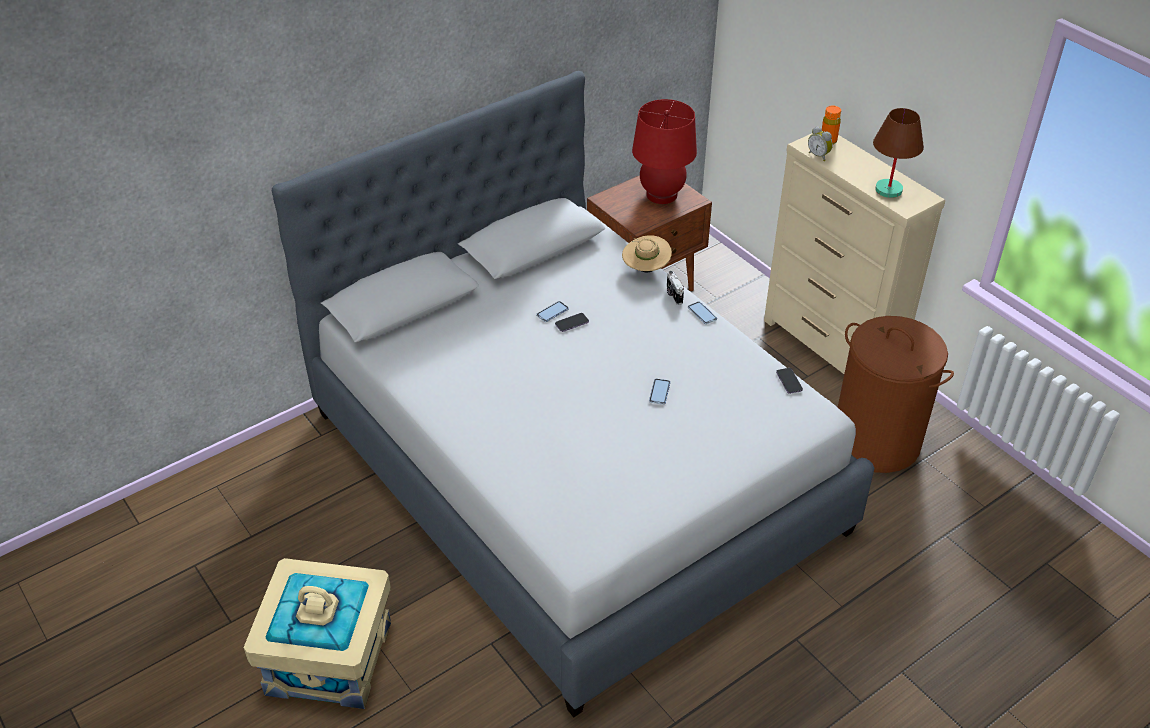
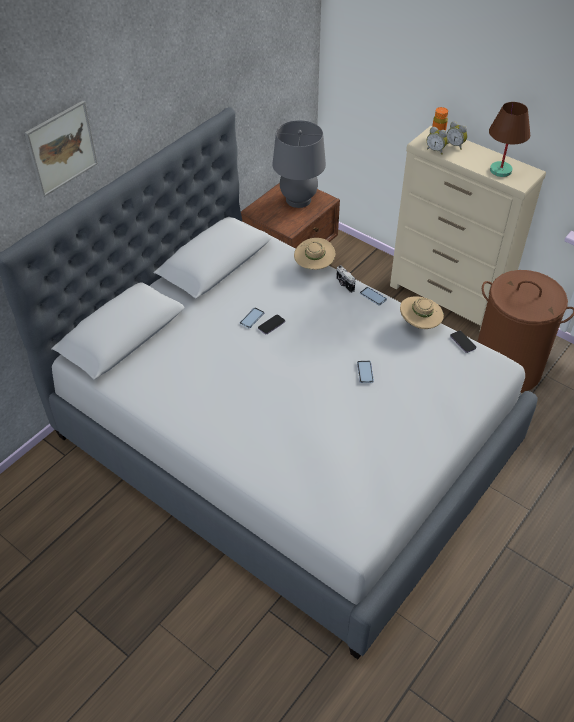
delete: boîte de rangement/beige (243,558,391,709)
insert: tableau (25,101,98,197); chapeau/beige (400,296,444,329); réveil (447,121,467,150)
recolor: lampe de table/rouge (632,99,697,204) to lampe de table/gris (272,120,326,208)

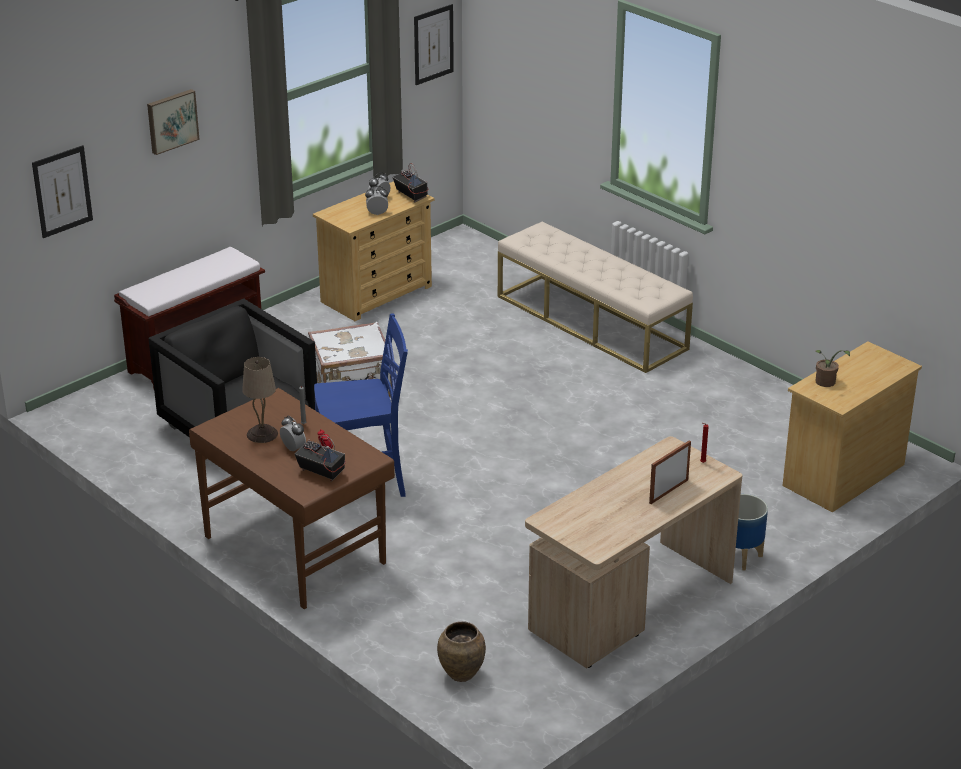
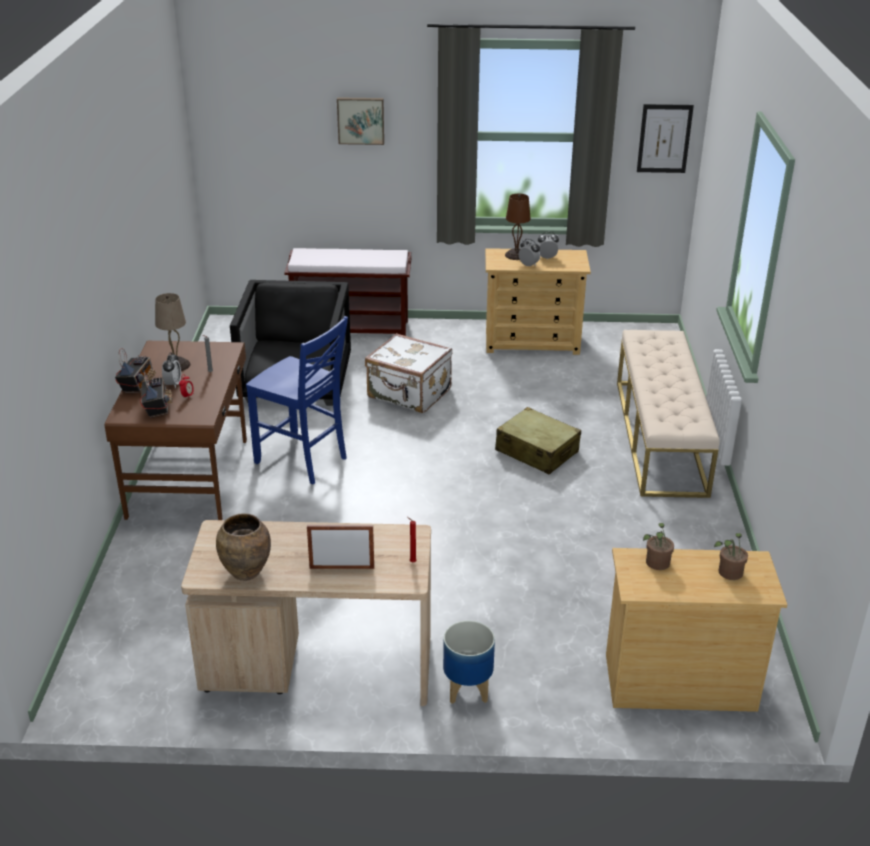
delete: tableau (32,145,93,238)
insert: valise/beige (495,407,581,474); lampe de table/marron (505,194,531,260); plante en pot (714,533,748,580)
move: radio (392,163,428,202) to (115,348,156,393); vase/marron (437,621,486,682) to (216,513,271,581)

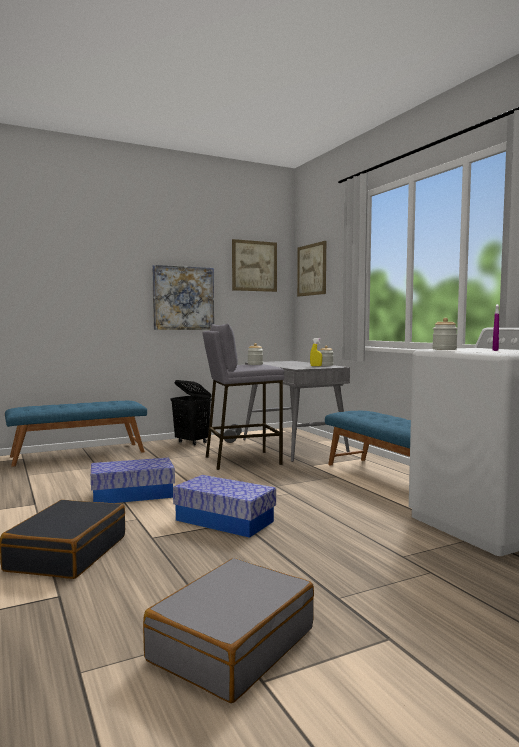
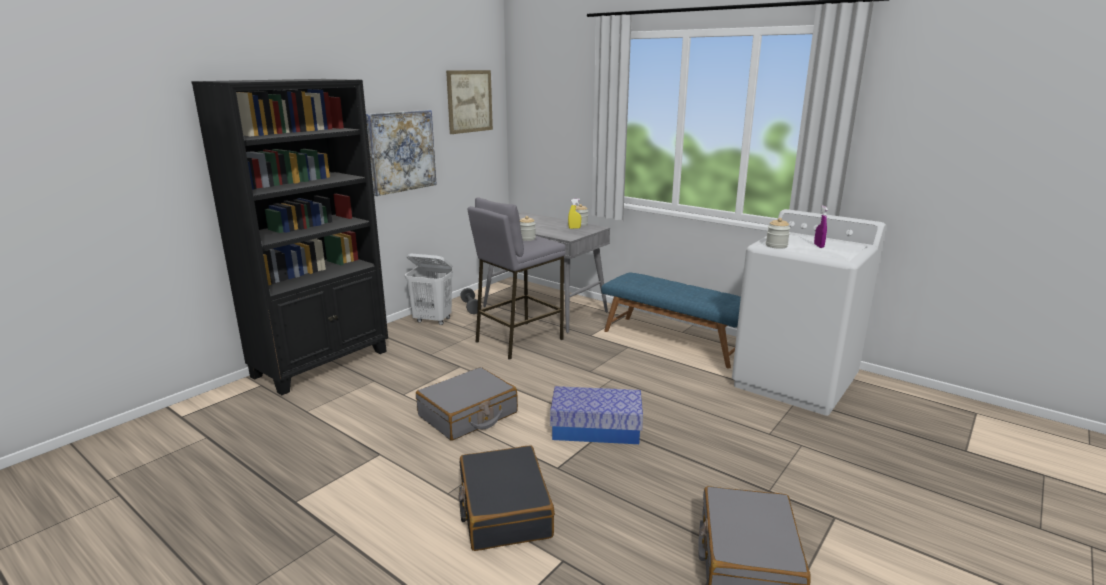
delete: tableau (297,241,326,297)
replace: banc/bleu (5,401,147,467) to bibliothèque/noir (191,79,388,395); boîte de rangement (91,457,175,503) to valise/gris (416,367,518,440)
recolor: panier à linge/noir (171,380,212,446) to panier à linge/blanc (405,254,453,325)

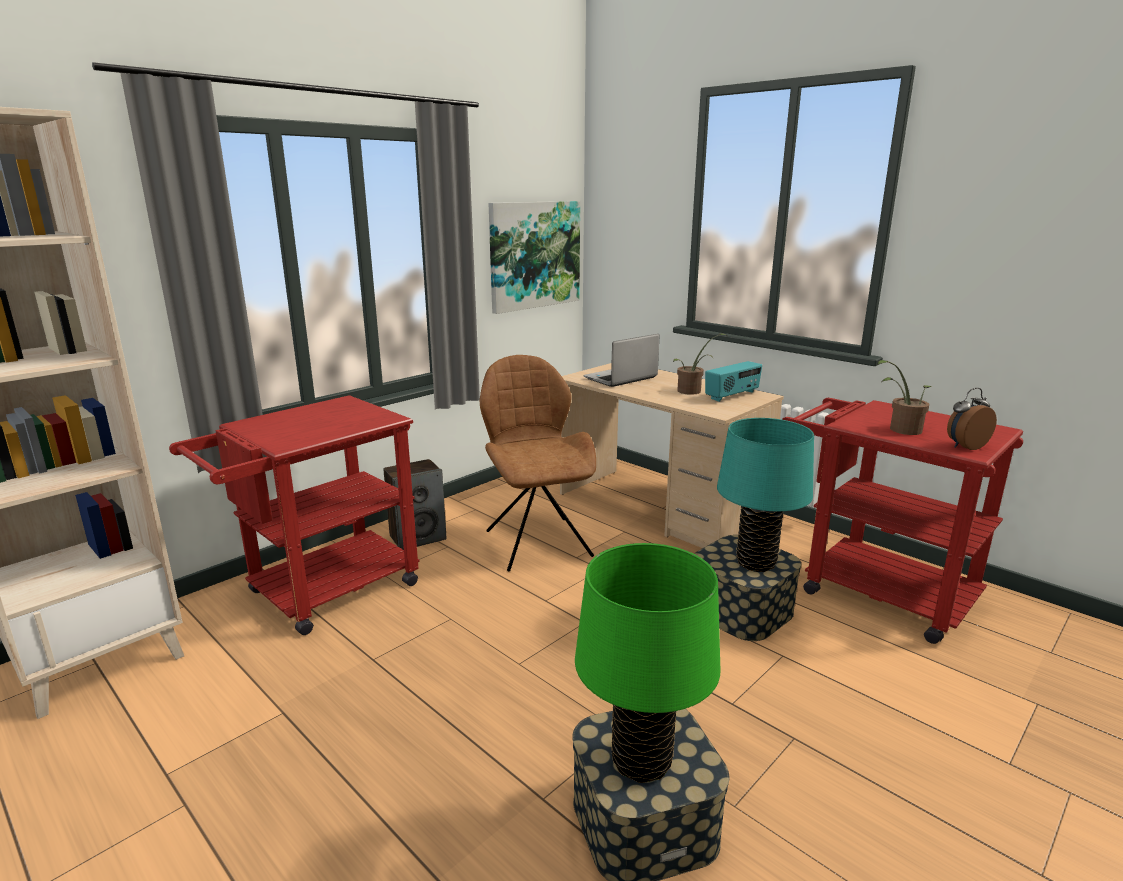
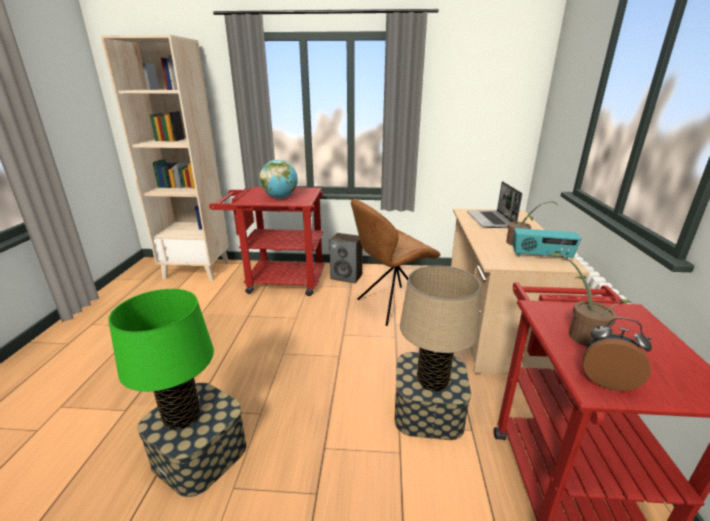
delete: tableau (489,201,580,314)
insert: globe (259,160,298,198)
recolor: lampe de table/turquoise (717,418,814,572) to lampe de table/beige (400,266,481,392)
rotate: chaise/marron (480,355,596,571) = (351,199,440,326) 150 degrees counterclockwise; ordinateur portable (583,334,659,387) = (467,181,522,228) 105 degrees counterclockwise

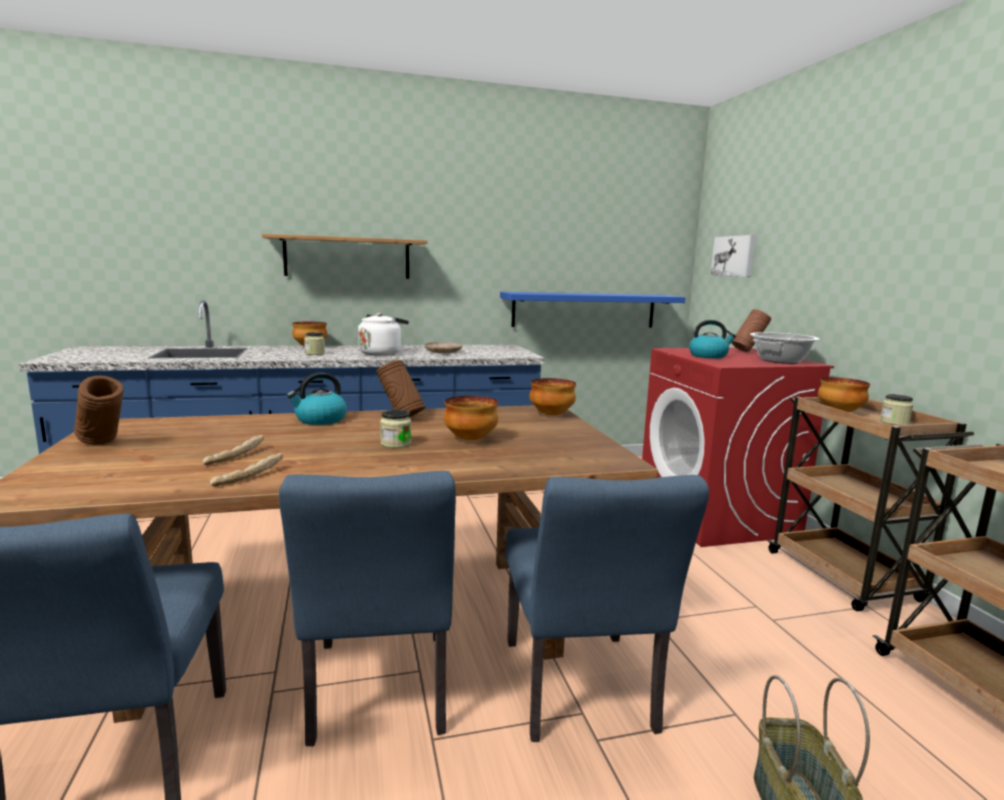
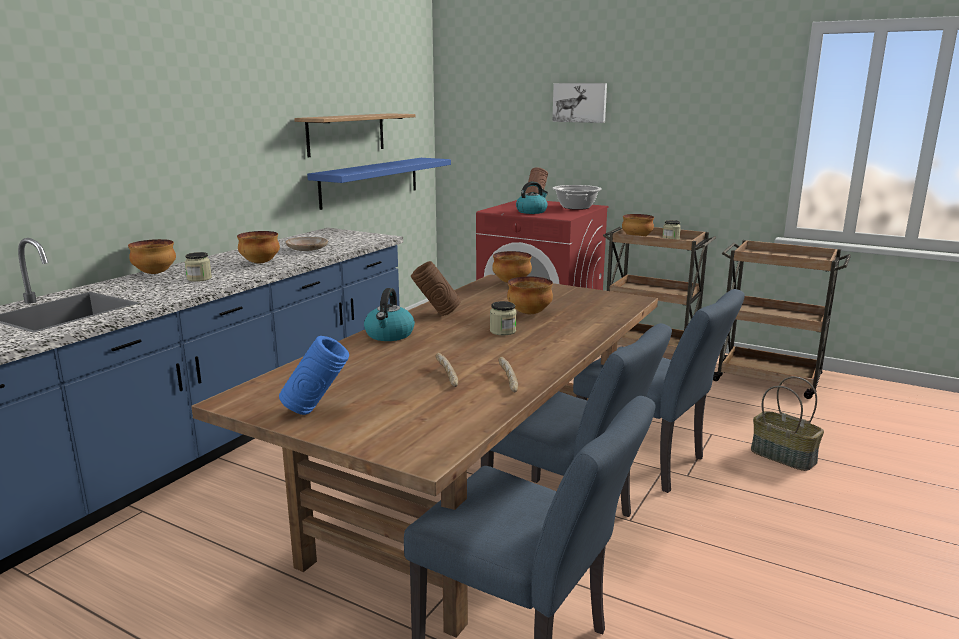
move: étagère (262,234,428,279) to (294,113,416,157); tableau (710,235,756,277) to (552,83,607,123)
replace: bouilloire/blanc (358,313,409,356) to bol (237,231,280,263)
recolor: vase/marron (74,376,124,445) to vase/bleu (279,336,349,415)

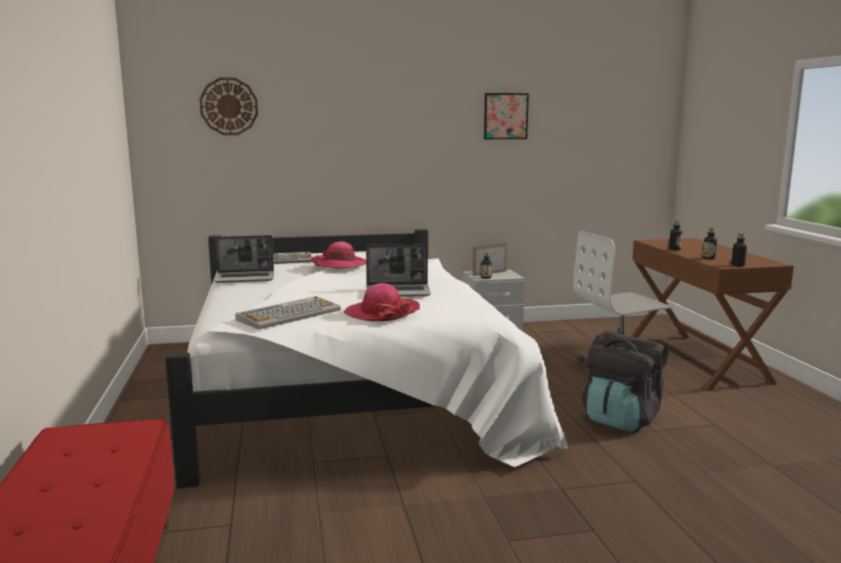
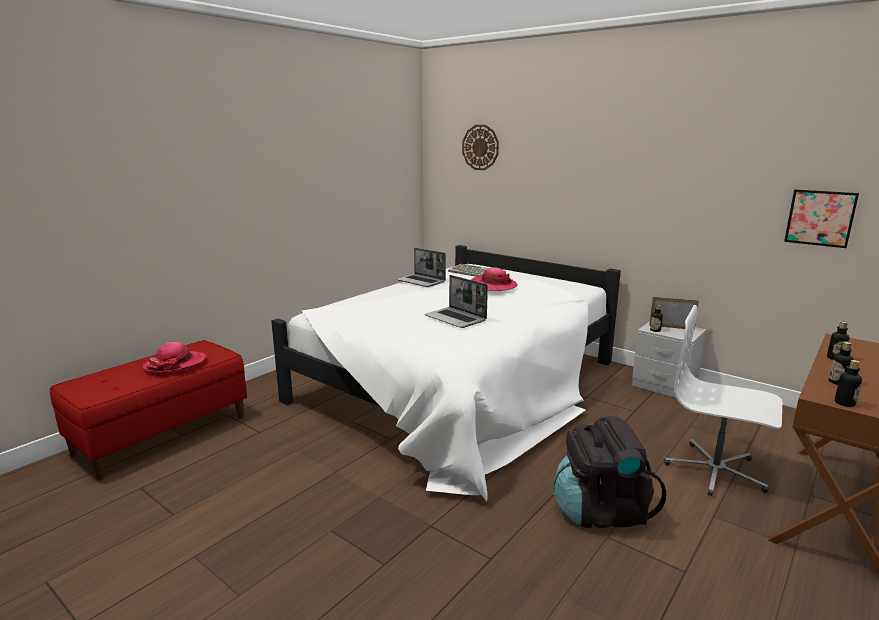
delete: clavier (235,296,341,330)
move: chapeau (344,283,420,321) to (143,342,207,373); tableau (484,93,529,139) to (784,189,859,248)

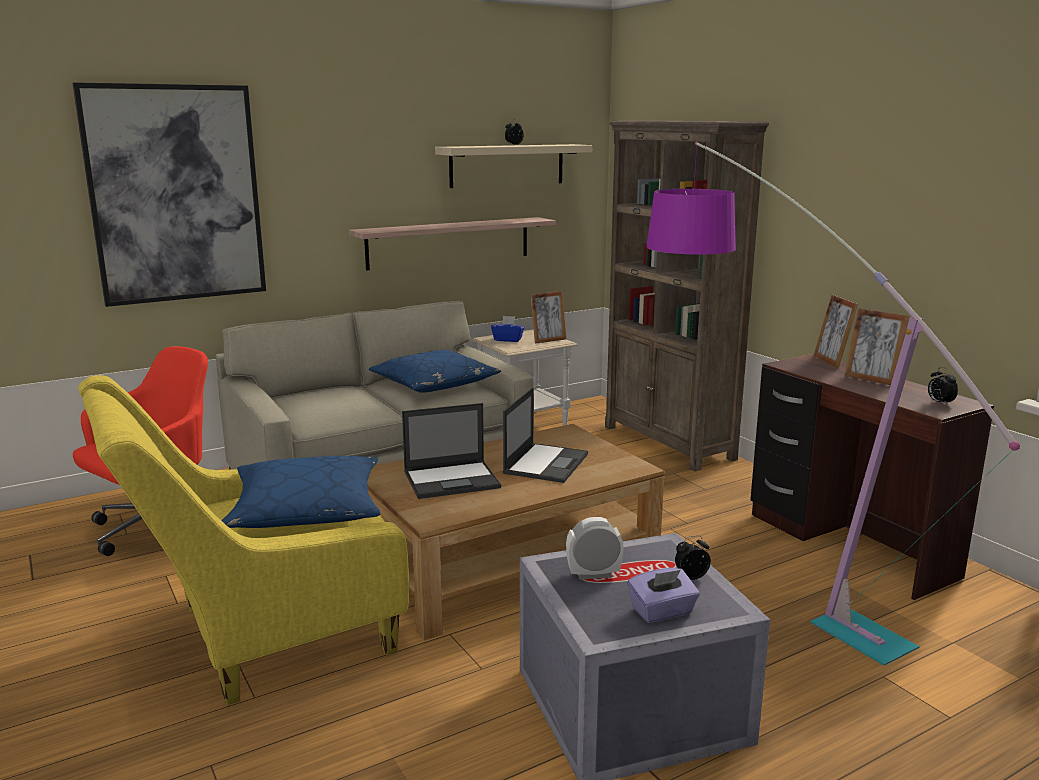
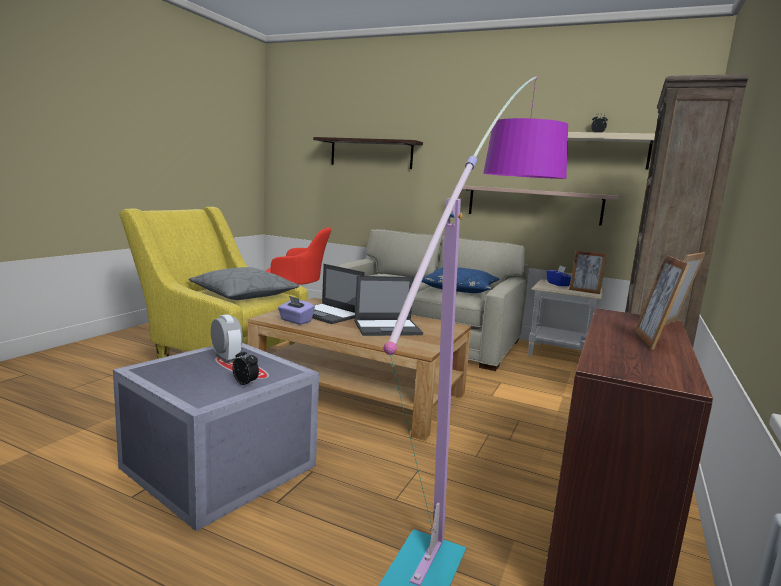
delete: réveil (928,367,958,406)
move: boîte à mouchoirs/violet (628,568,700,623) to (278,296,315,325)
replace: tableau (72,82,266,307) to étagère (313,137,423,169)
recolor: coussin/bleu (221,456,380,528) to coussin/gris (189,267,299,300)

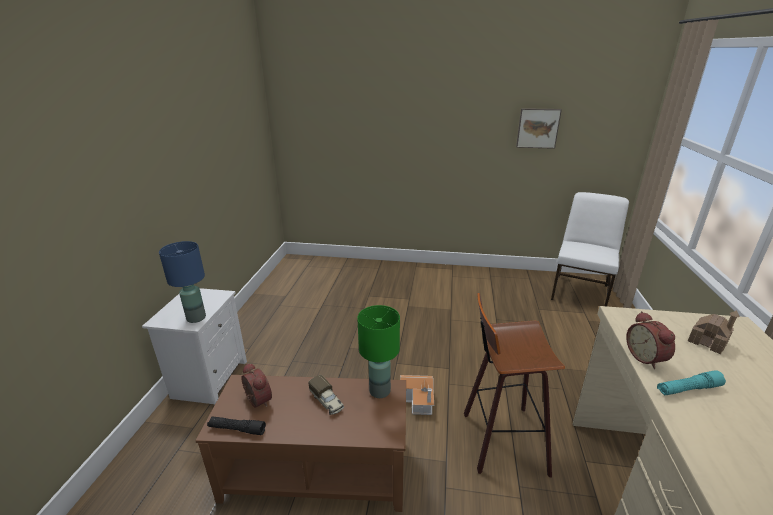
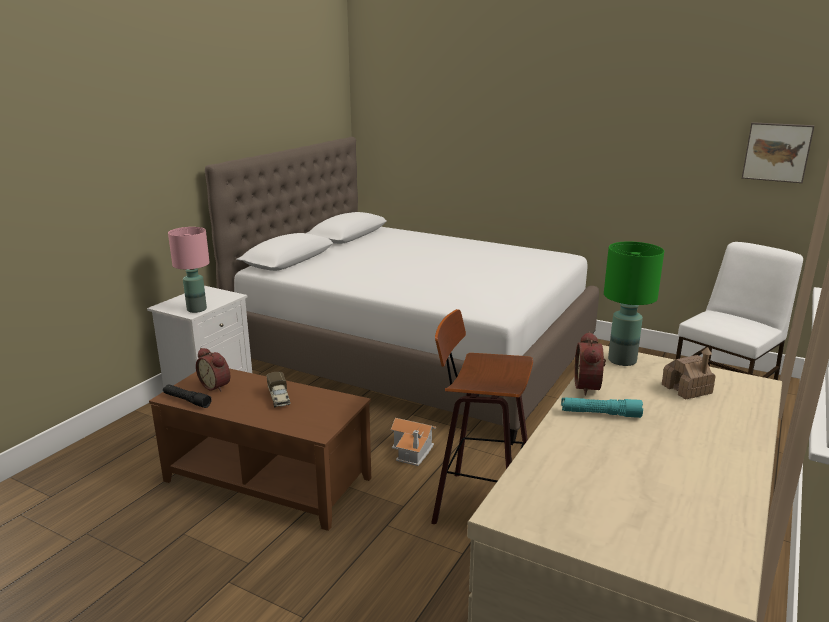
insert: lit/blanc (205,137,599,445)
move: lampe de table/vert (357,305,400,398) to (604,241,664,366); tableau (516,108,562,149) to (742,122,815,183)
recolor: lampe de table/bleu (159,241,206,323) to lampe de table/rose (168,227,210,313)
rotate: réveil (241,363,272,408) = (196,348,230,392) 150 degrees clockwise

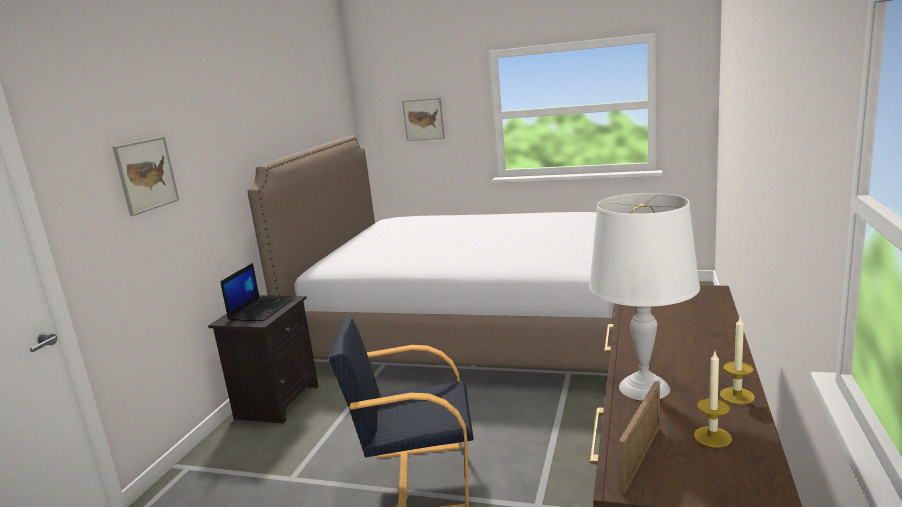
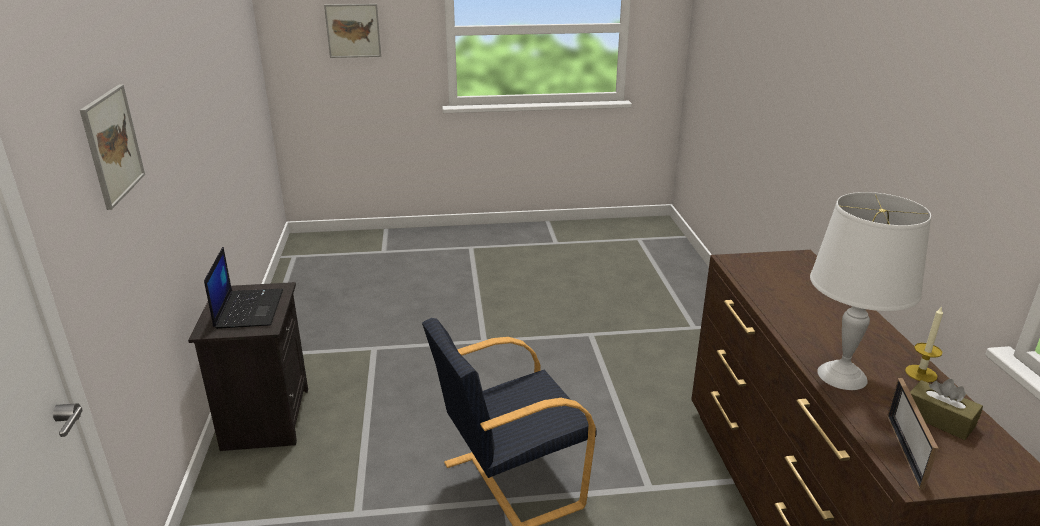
delete: lit (247,135,616,371)
replace: bougie (694,352,732,448) to boîte à mouchoirs/marron (910,379,983,440)

